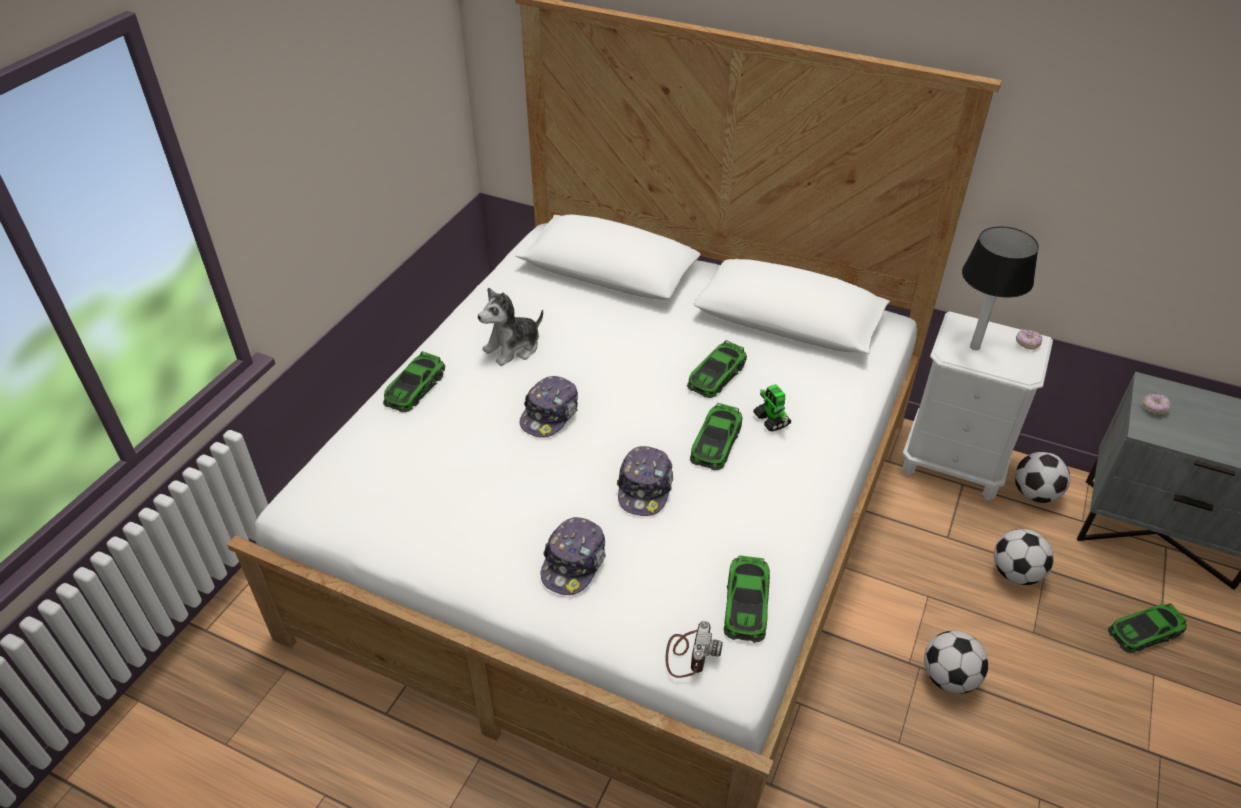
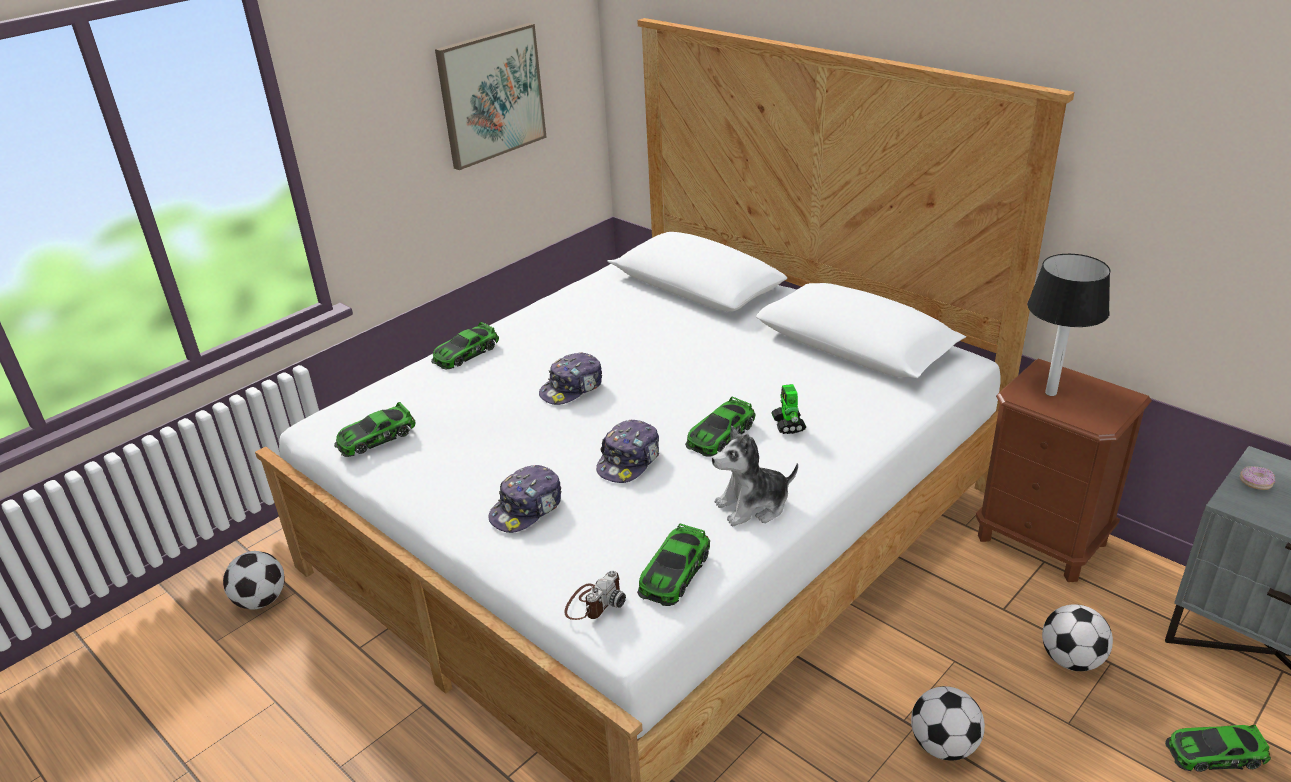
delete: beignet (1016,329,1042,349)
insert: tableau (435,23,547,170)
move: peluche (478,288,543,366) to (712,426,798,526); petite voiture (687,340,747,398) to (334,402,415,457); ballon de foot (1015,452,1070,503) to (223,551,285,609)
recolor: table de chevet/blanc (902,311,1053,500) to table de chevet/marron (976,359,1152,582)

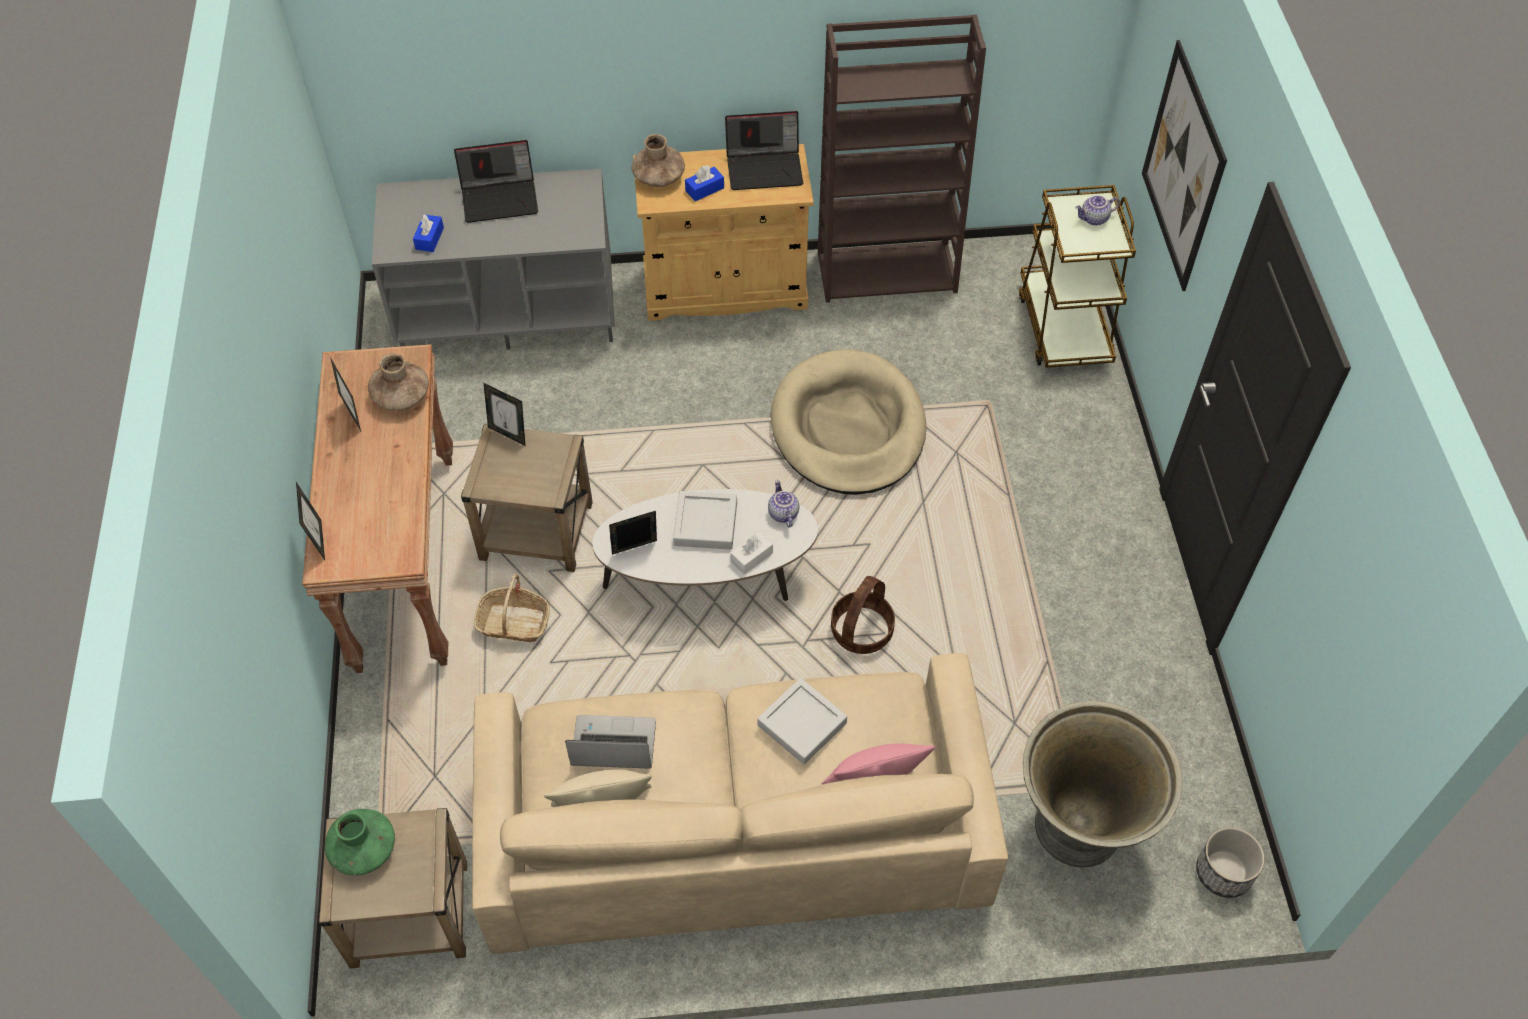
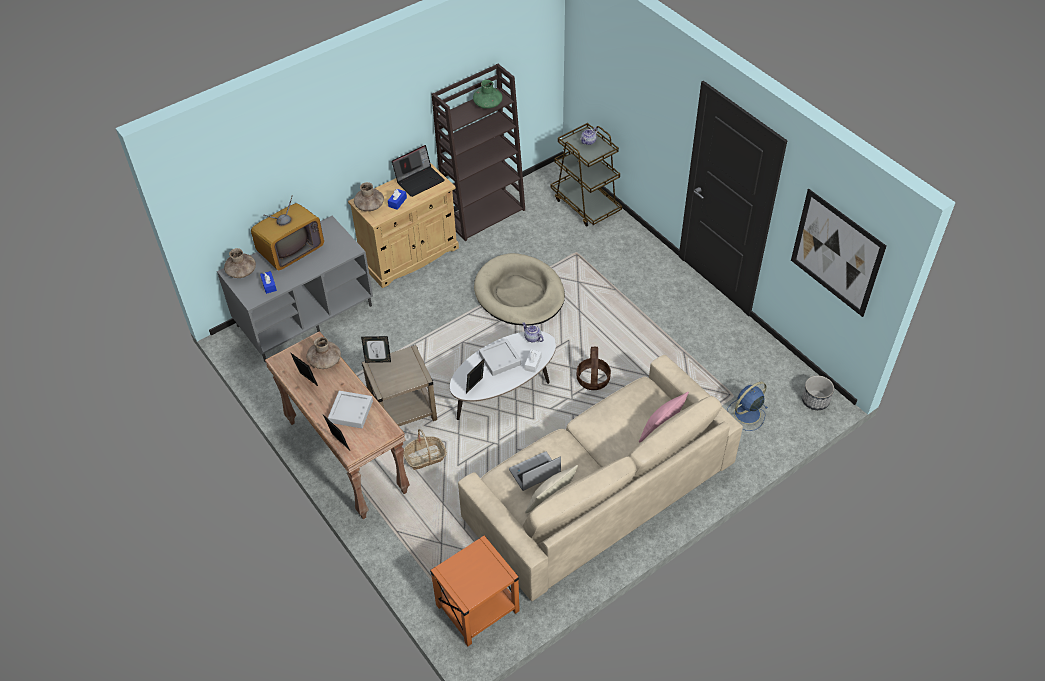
insert: vase/marron (224,248,256,278)
move: vase/vert (325,809,395,875) to (473,80,503,109); plateau/gris (757,678,847,764) to (328,391,373,428); tableau (1142,40,1227,291) to (791,189,887,317)
replace: ordinateur portable (454,140,538,223) to téléviseur (251,196,324,270); cache-pot/gris (1023,701,1183,868) to ventilateur/bleu (727,382,768,431)
recolor: table d'appoint/beige (318,808,467,968) to table d'appoint/orange (430,535,520,646)

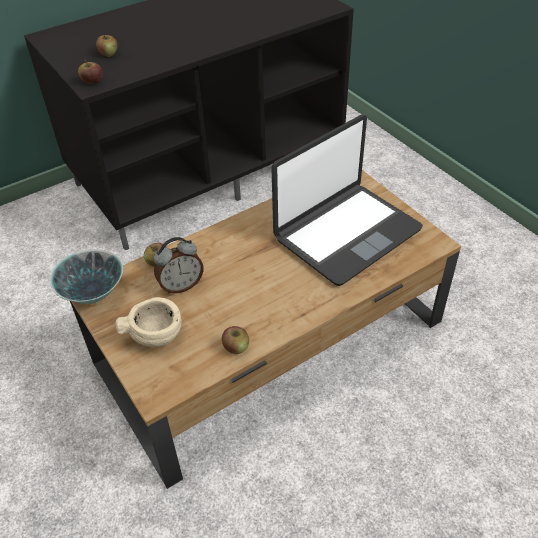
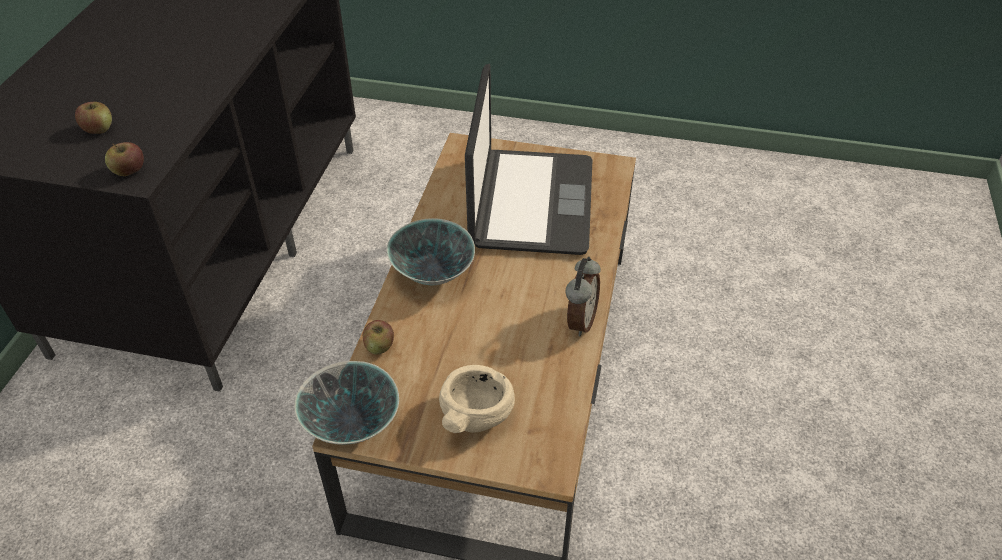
delete: pomme (222,326,249,354)
insert: bol (387,218,475,285)
move: réveil (154,237,203,294) to (565,257,601,336)

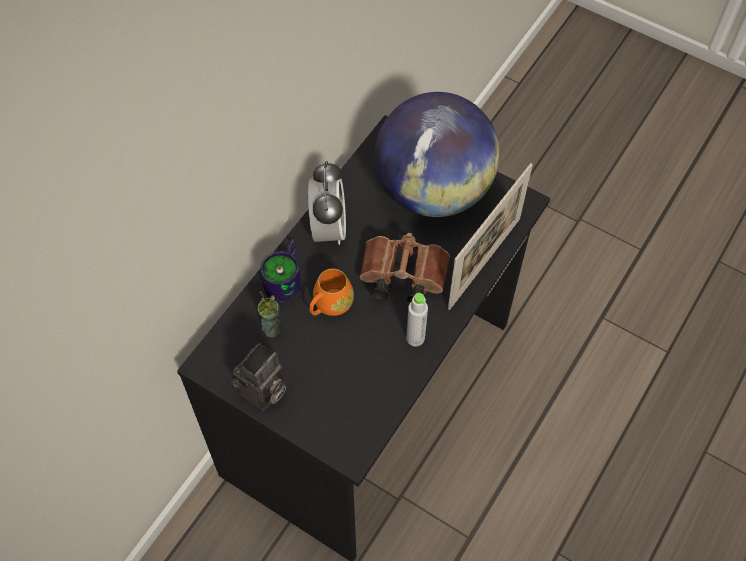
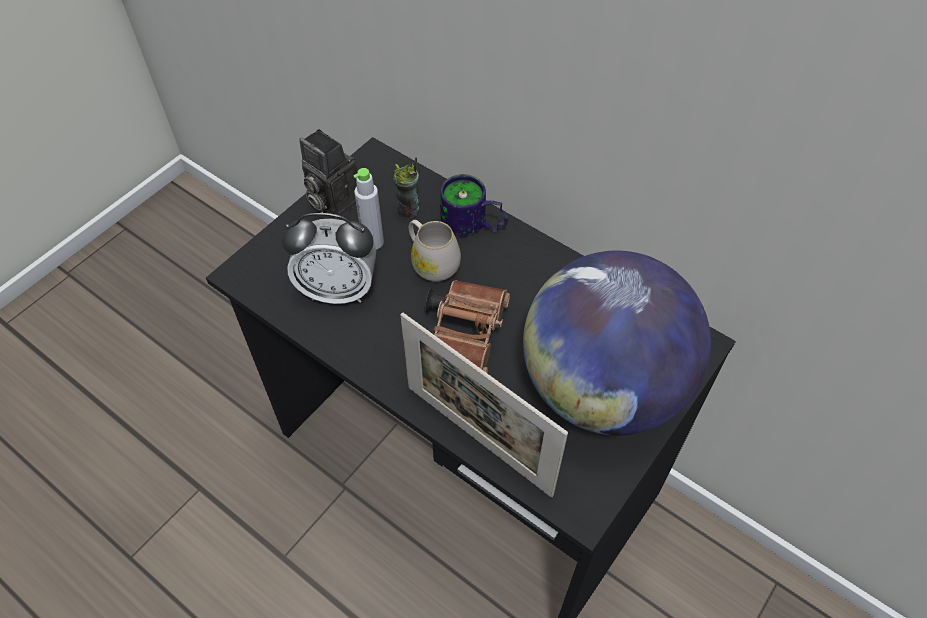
move: réveil (308,161,346,245) to (281,213,376,304); bouteille/gris (406,293,428,346) to (353,168,384,250)
recolor: mug/orange (309,268,354,316) to mug/blanc (409,220,461,282)

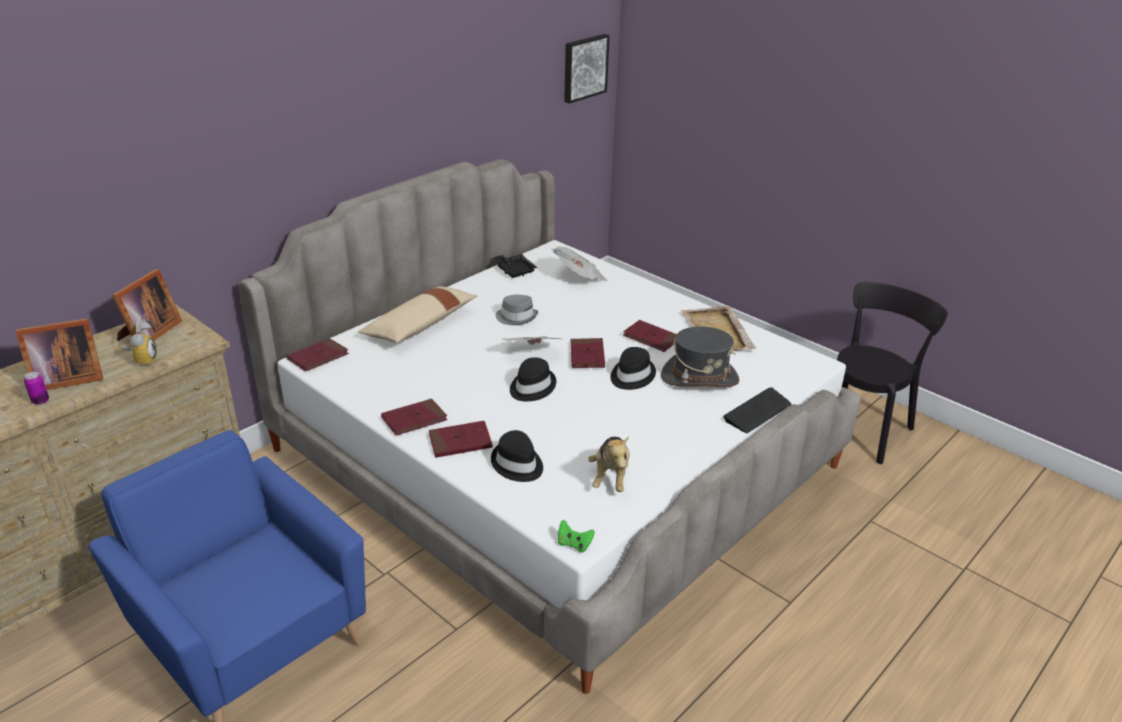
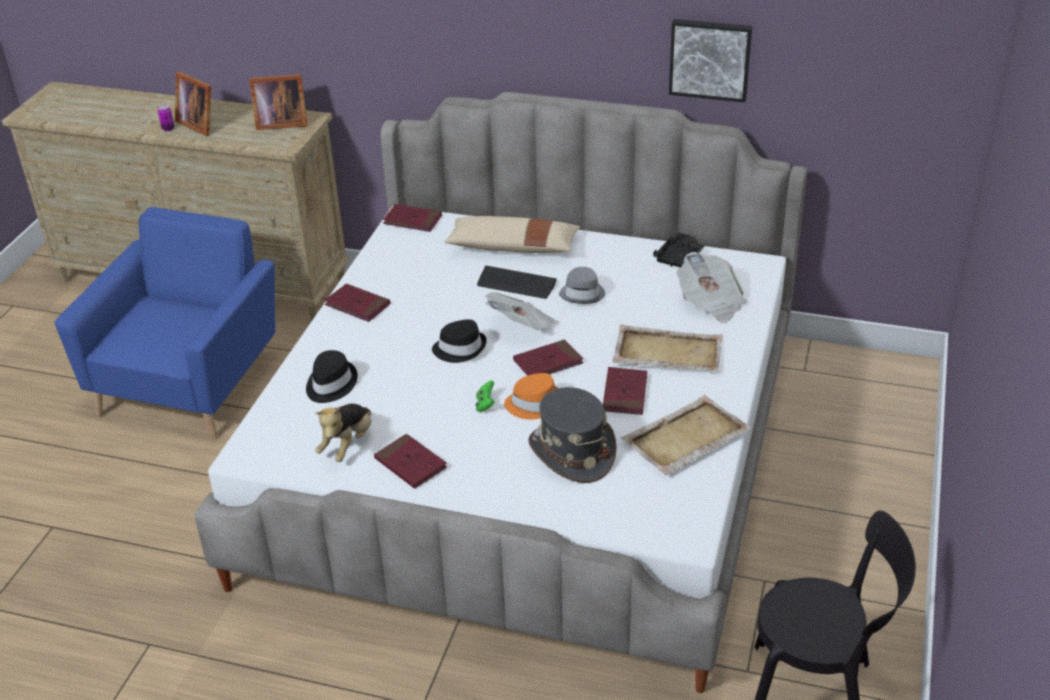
delete: réveil (122,316,157,366)
insert: plateau/beige (612,325,723,372)
move: livre/rouge (429,421,492,458) to (374,434,447,489); manette/vert (558,520,595,552) to (475,380,495,412); tableau (564,34,610,104) to (669,19,752,102); clavier (723,387,792,433) to (477,266,557,299)
recolor: chapeau/noir (611,347,656,390) to chapeau/orange (504,373,558,420)
rotate: peluche (588,436,630,492) = (315,403,371,462) 45 degrees counterclockwise

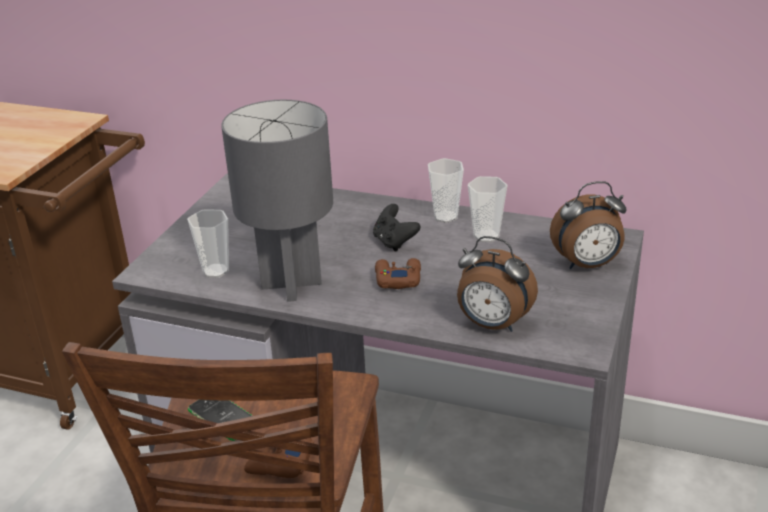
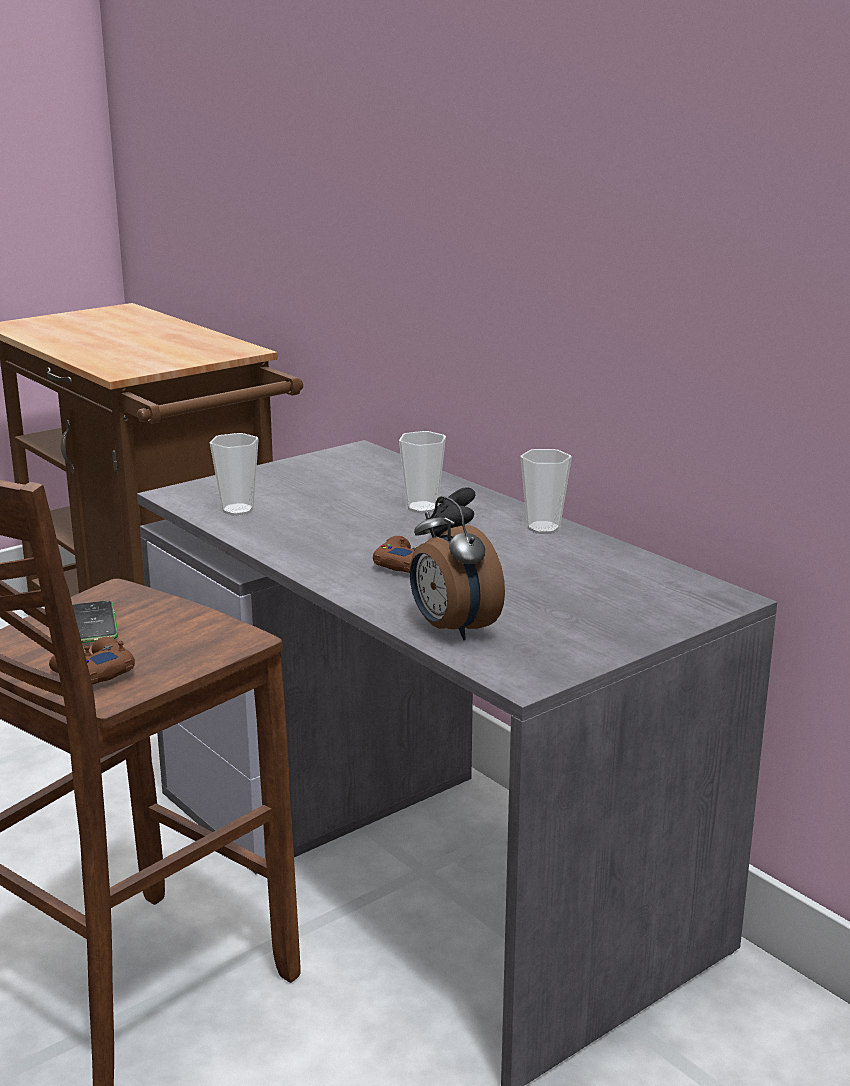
delete: lampe de table/gris (221,100,333,302); réveil (550,181,627,269)
move: tasse (468,176,508,243) to (399,431,446,513)

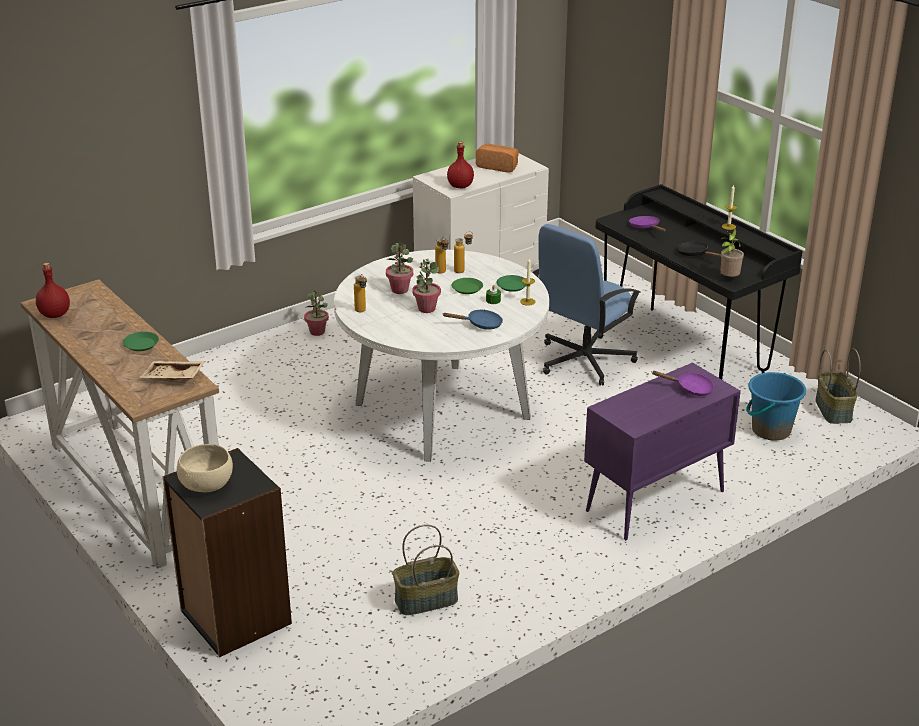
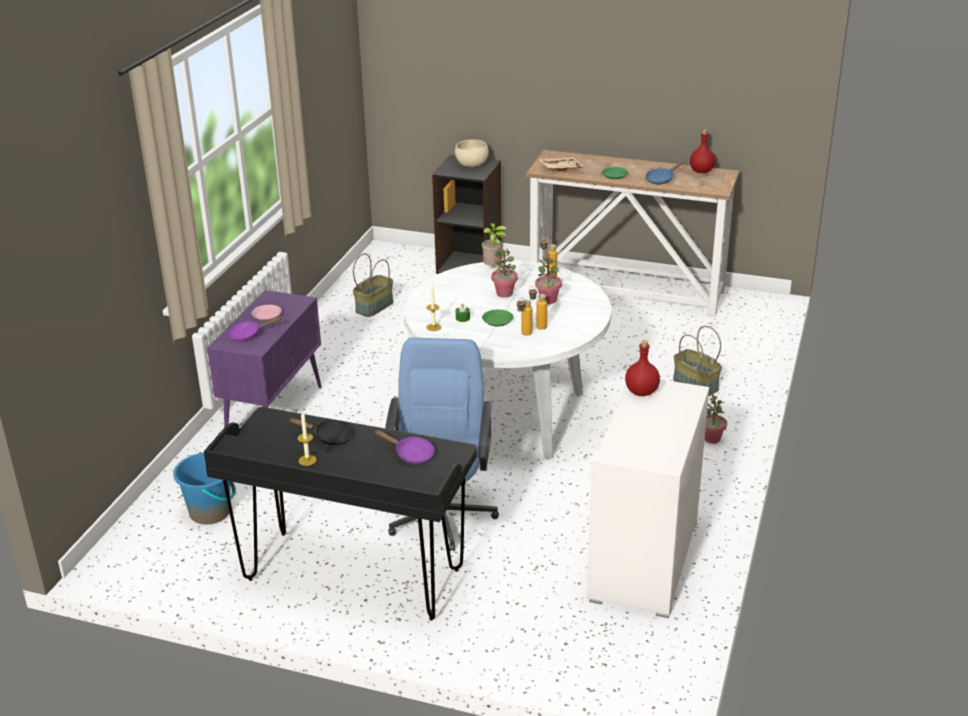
delete: pain (476,144,519,173); assiette/vert (496,275,526,292)
insert: assiette/rose (251,305,282,321)
move: poêle/bleu (443,310,503,330) to (646,161,684,184); plante en pot (720,228,744,277) to (482,223,507,268); panier (815,349,861,424) to (673,326,722,396)

